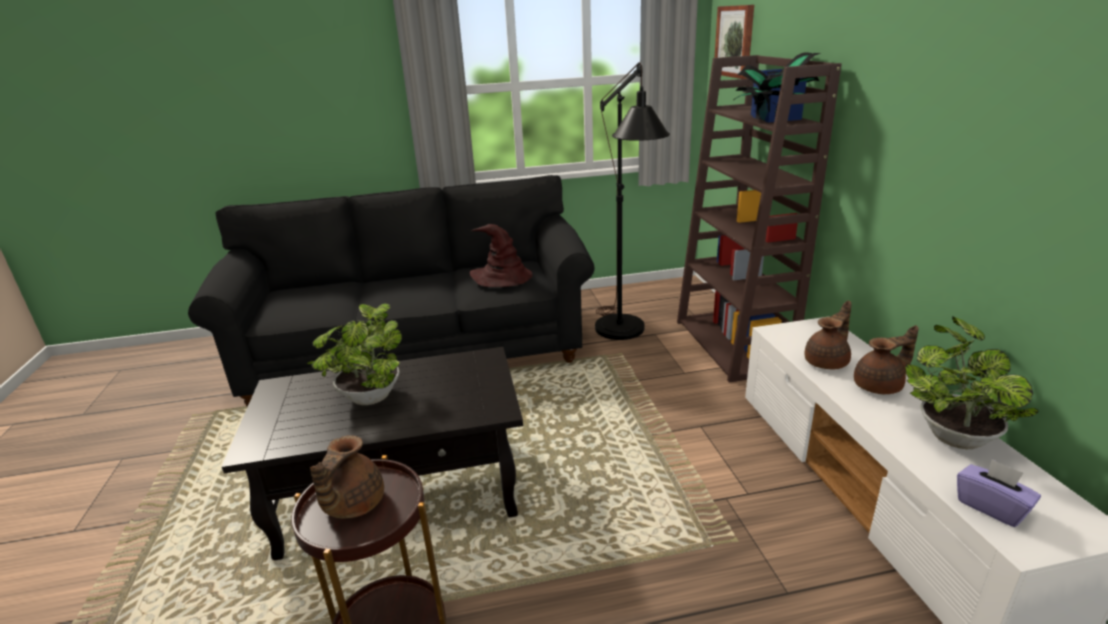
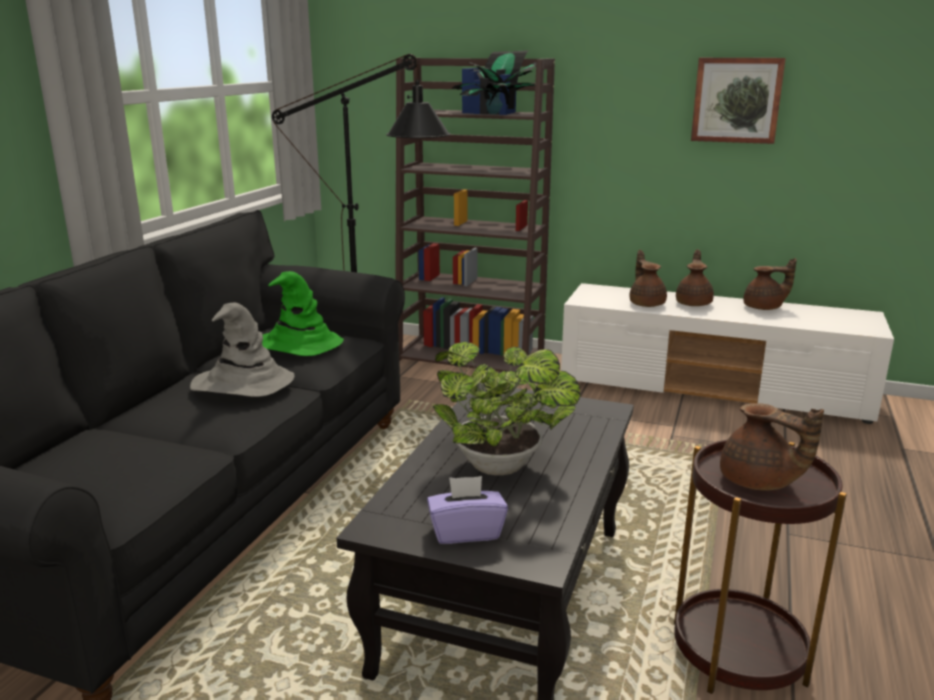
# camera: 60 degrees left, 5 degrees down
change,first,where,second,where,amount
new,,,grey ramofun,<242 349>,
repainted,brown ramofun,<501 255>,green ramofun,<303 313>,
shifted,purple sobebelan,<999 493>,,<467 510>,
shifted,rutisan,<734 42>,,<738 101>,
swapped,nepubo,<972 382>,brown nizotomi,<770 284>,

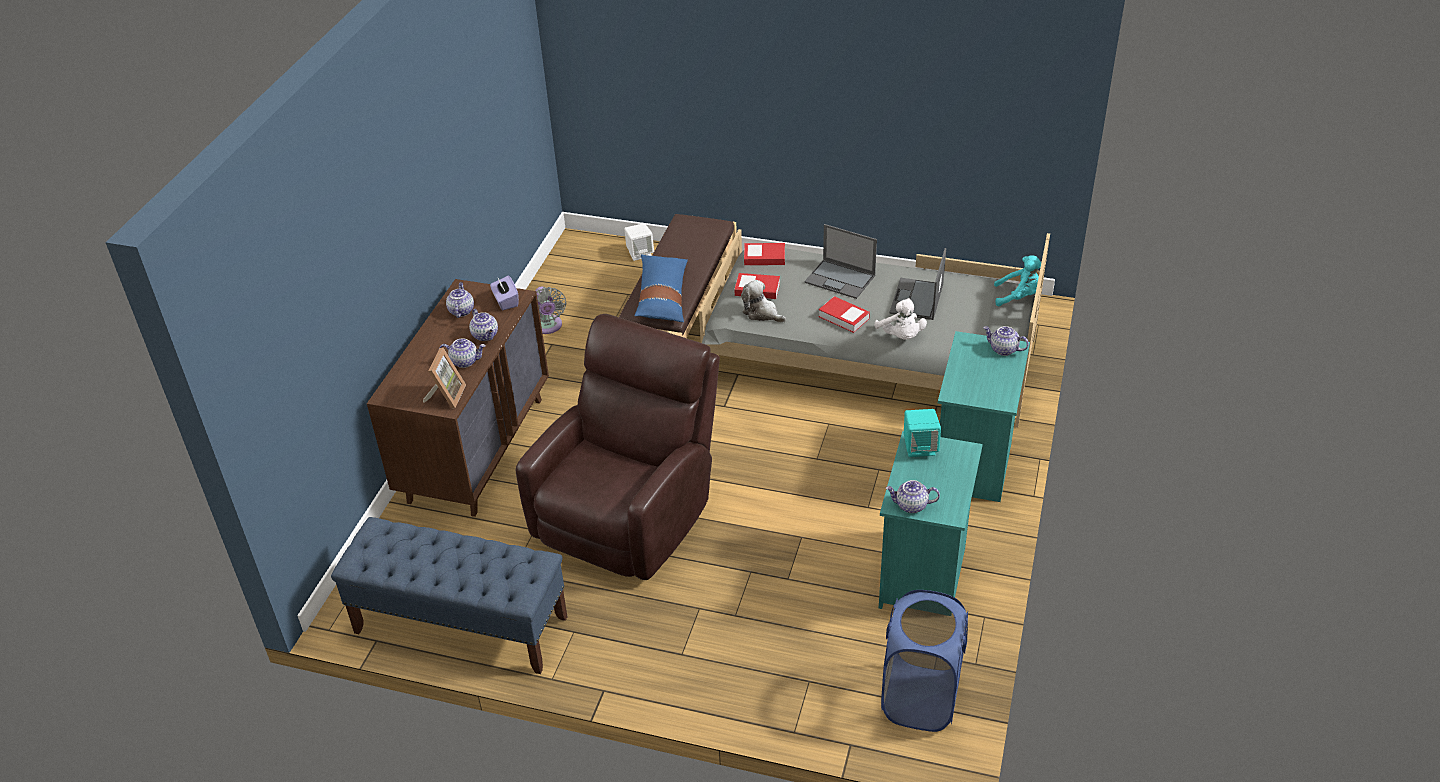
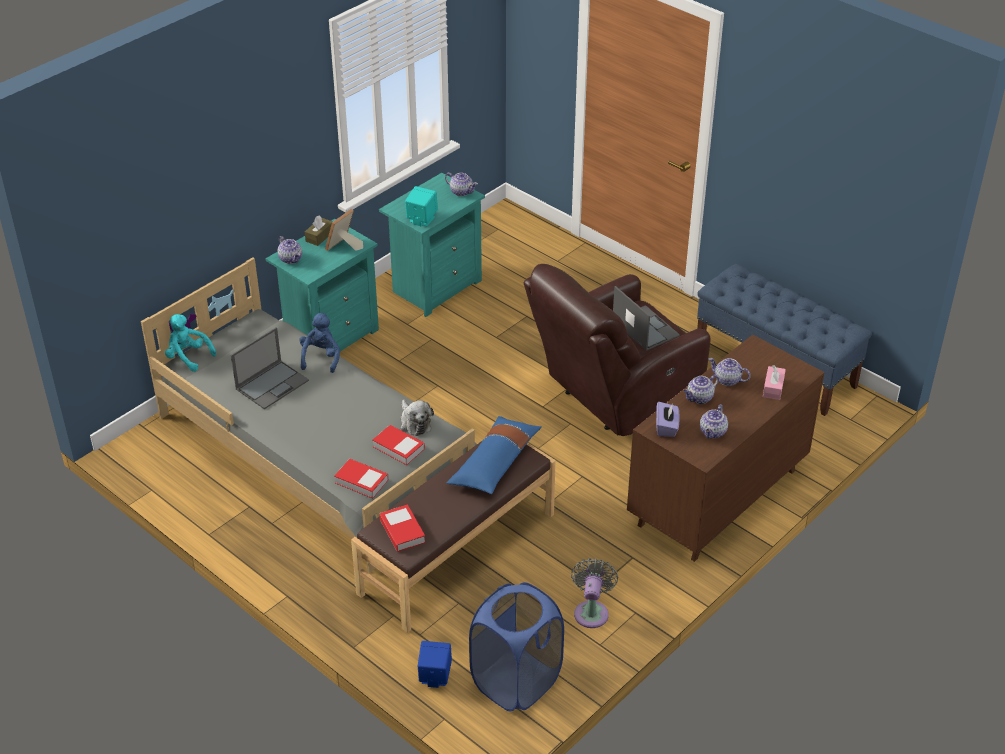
# camera: 155 degrees left, 0 degrees up
change,first,where,second,where,amount
repainted,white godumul,<900 319>,blue godumul,<319 343>,
new,,,brown sobebelan,<319 231>,
shifted,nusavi,<444 378>,,<344 230>,
shifted,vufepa,<844 314>,,<402 528>,
repainted,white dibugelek,<639 242>,blue dibugelek,<435 664>,
shifted,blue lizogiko,<924 661>,,<516 646>,
shifted,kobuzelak,<840 261>,,<646 318>,
rotated,nizotomi,<483 325>,,<701 389>,120 degrees counterclockwise
new,,,pink sobebelan,<774 382>,

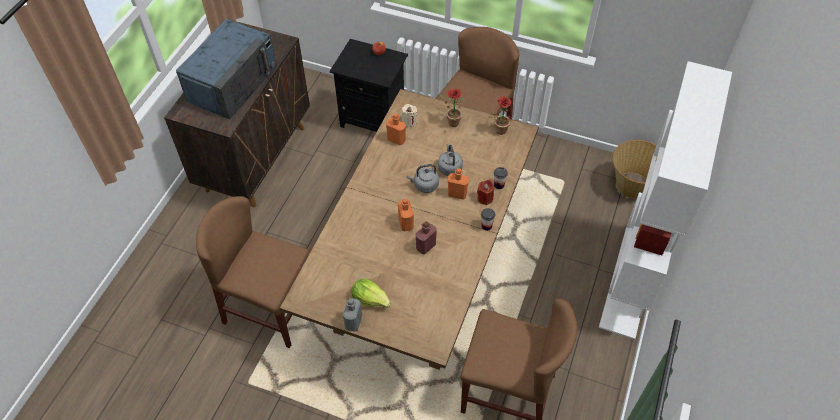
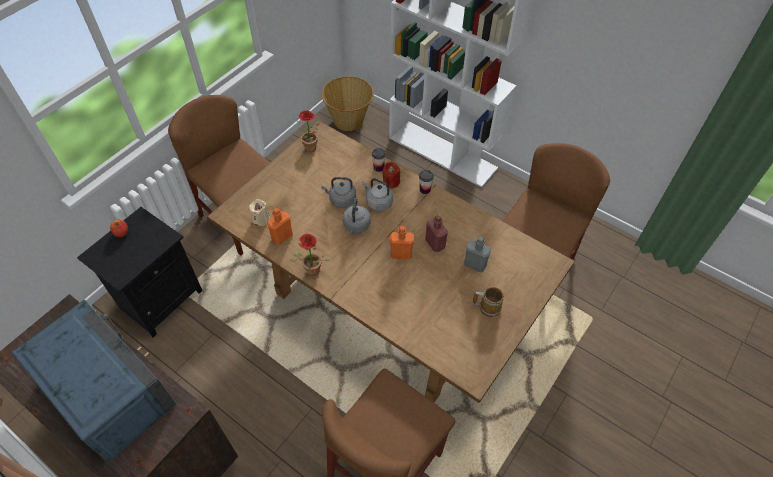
# camera: 75 degrees left, 0 degrees up
change,first,where,second,where,amount
shifted,nepubo,<452 108>,,<310 255>,
swapped,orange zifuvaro,<458 184>,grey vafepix,<377 194>,
shifted,grey zifuvaro,<352 315>,,<477 255>,
swapped,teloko,<371 293>,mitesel,<488 302>,

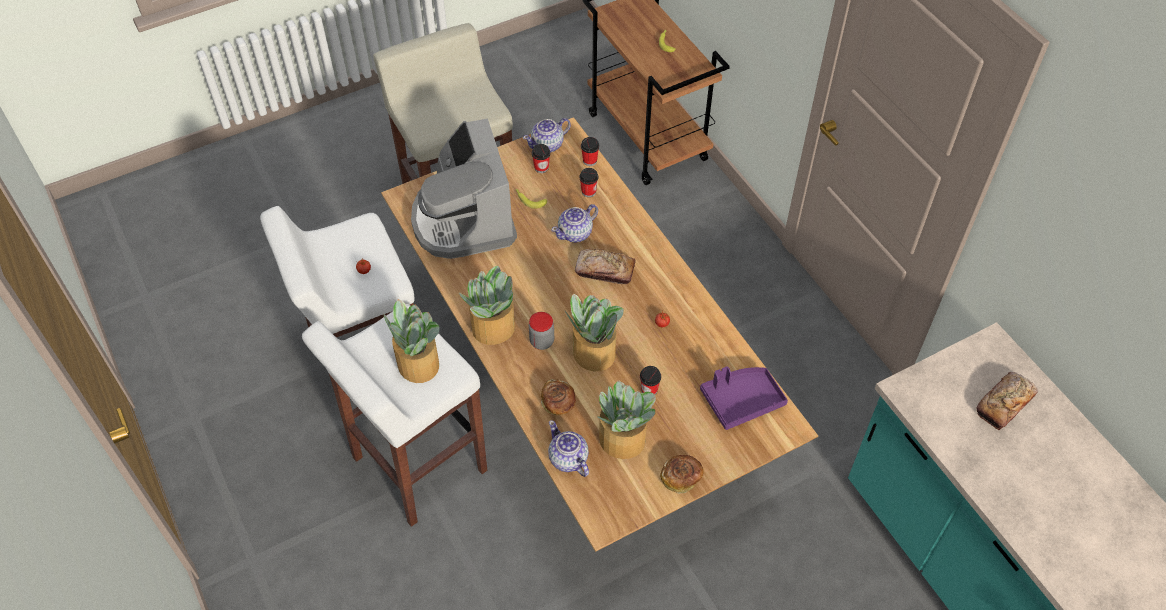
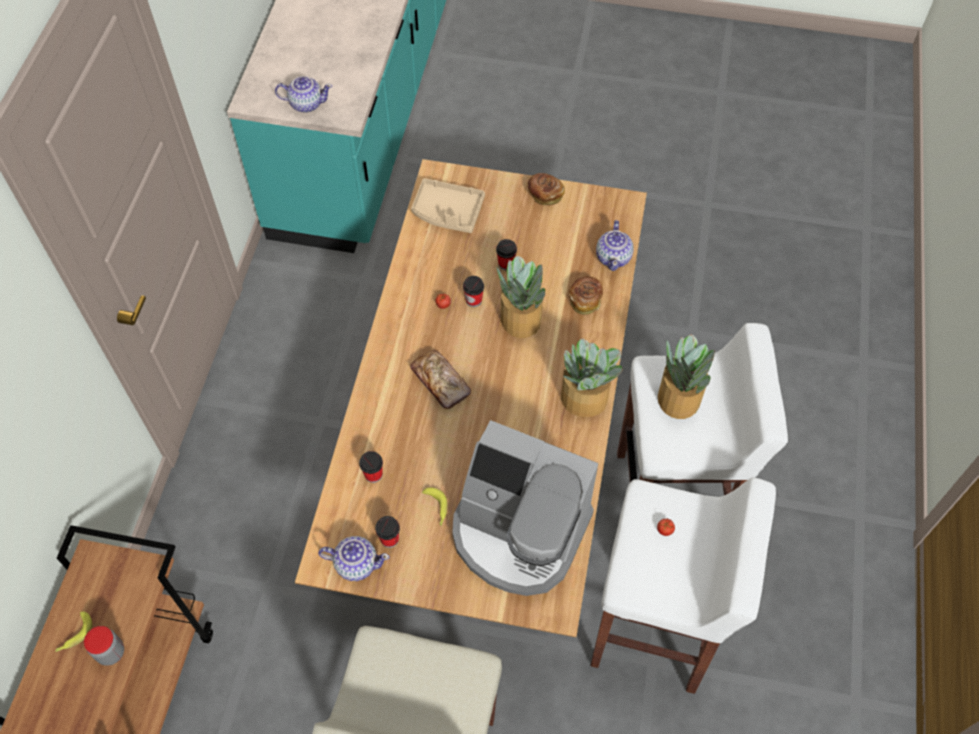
# camera: 140 degrees left, 5 degrees up
change,first,where,second,where,amount
shifted,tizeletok,<541 331>,,<104 646>,
shifted,nizotomi,<575 223>,,<303 94>,
repainted,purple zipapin,<744 398>,beige zipapin,<448 205>,
rotated,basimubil,<464 189>,,<525 508>,90 degrees clockwise
shifted,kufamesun,<590 151>,,<473 291>,
gone,nepubo,<626 419>,,,
gone,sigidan,<1007 401>,,,

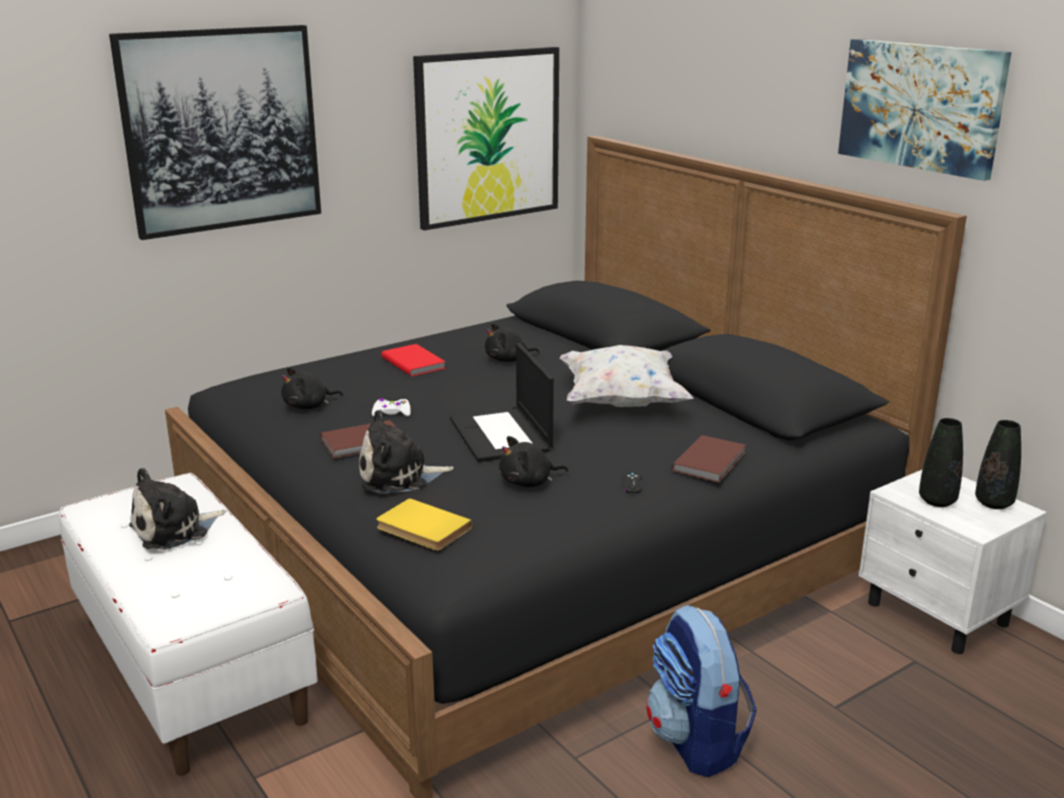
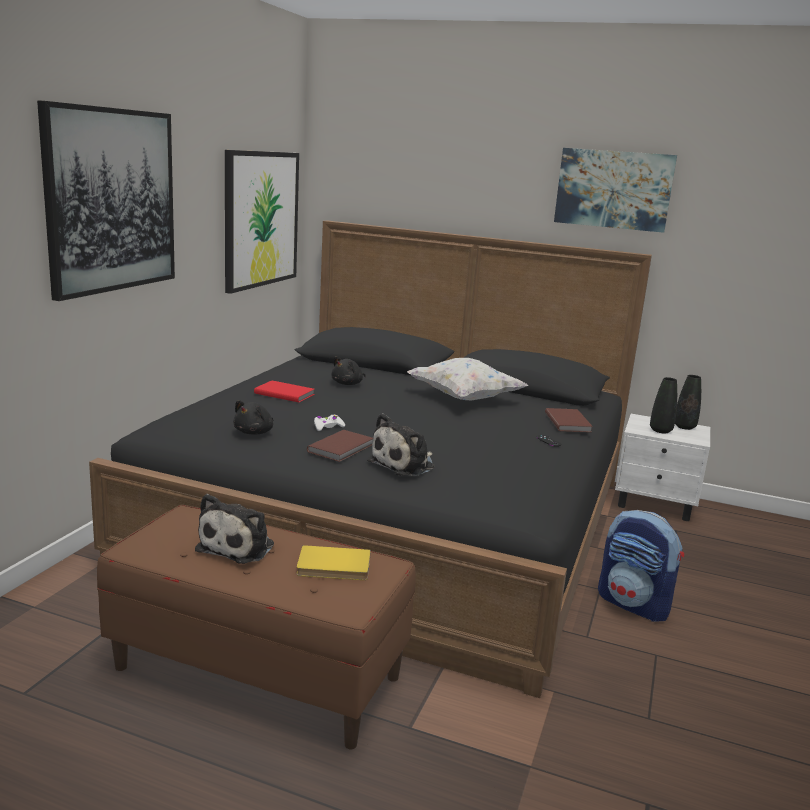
# camera: 35 degrees left, 5 degrees down
change,first,where,second,where,amount
repainted,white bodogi,<188 624>,brown bodogi,<256 627>,
shifted,yellow vufepa,<424 524>,,<334 562>,
gone,kobuzelak,<502 402>,,,
gone,black godumul,<533 461>,,,

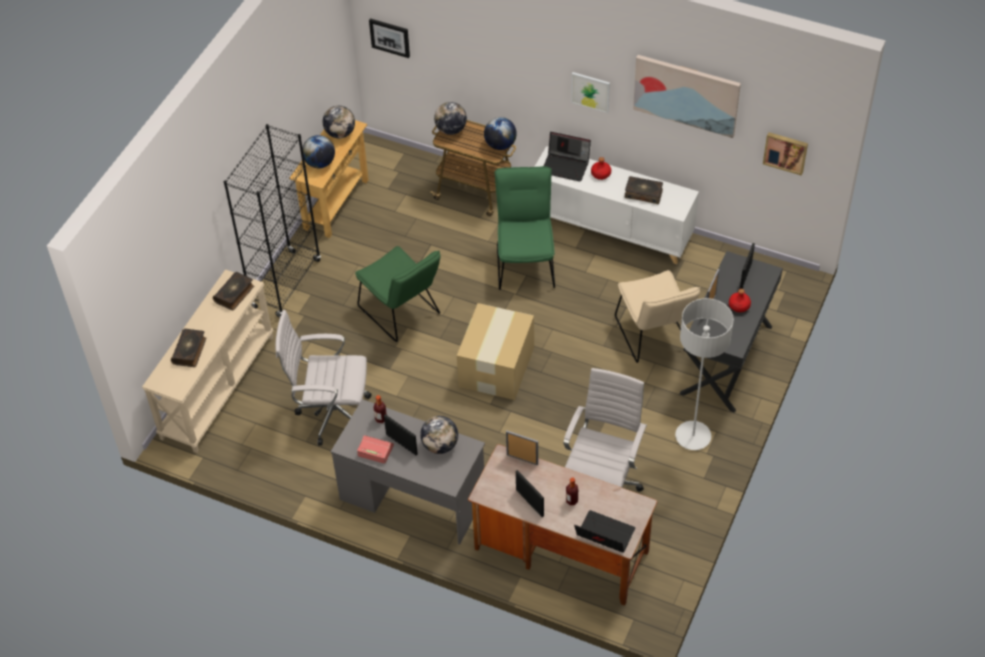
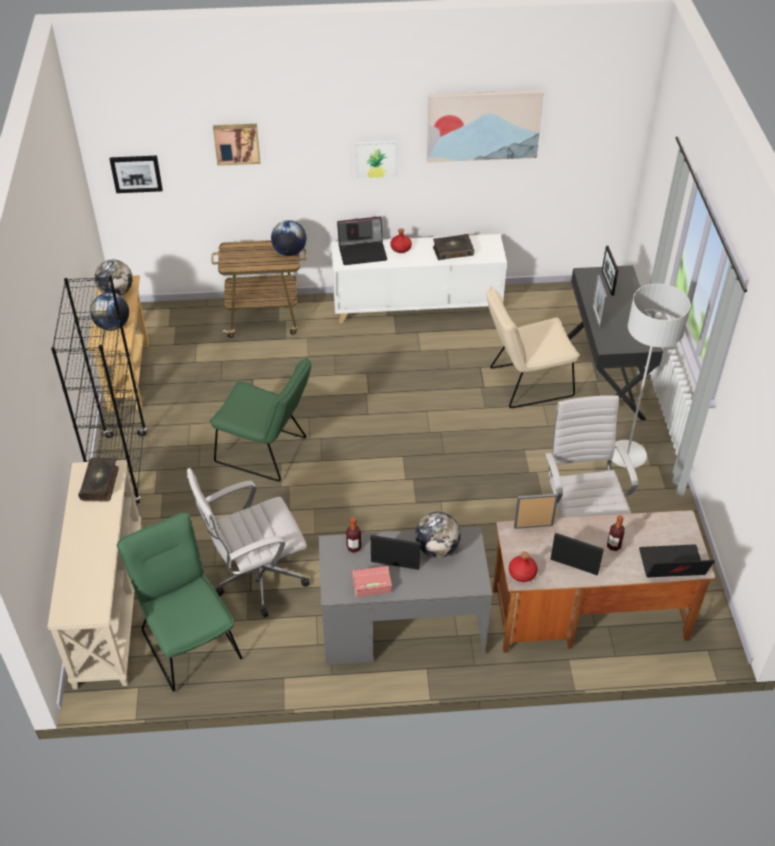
# camera: 30 degrees left, 5 degrees down
change,first,where,second,where,amount
shifted,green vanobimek,<525 228>,,<179 602>,
shifted,rutisan,<785 154>,,<236 145>,
rotated,beige vanobimek,<658 316>,,<533 347>,120 degrees clockwise
shifted,red zifuvaro,<740 300>,,<523 567>,
gone,vufepa,<188 348>,,,
gone,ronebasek,<450 118>,,,
gone,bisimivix,<495 351>,,,

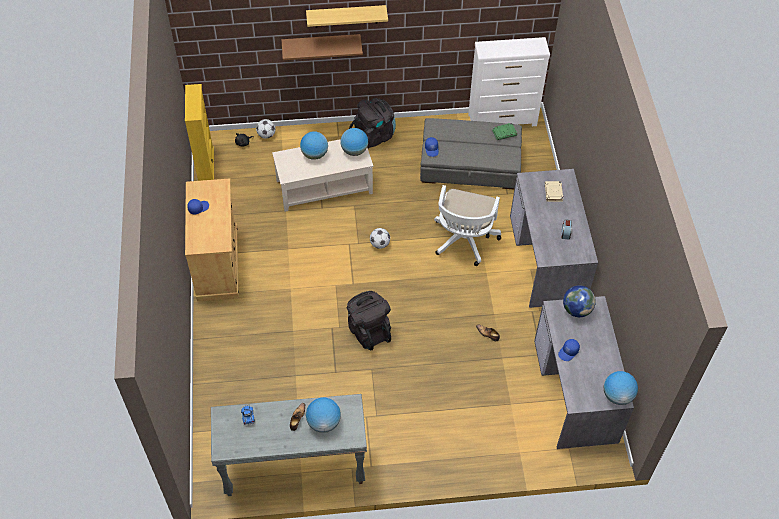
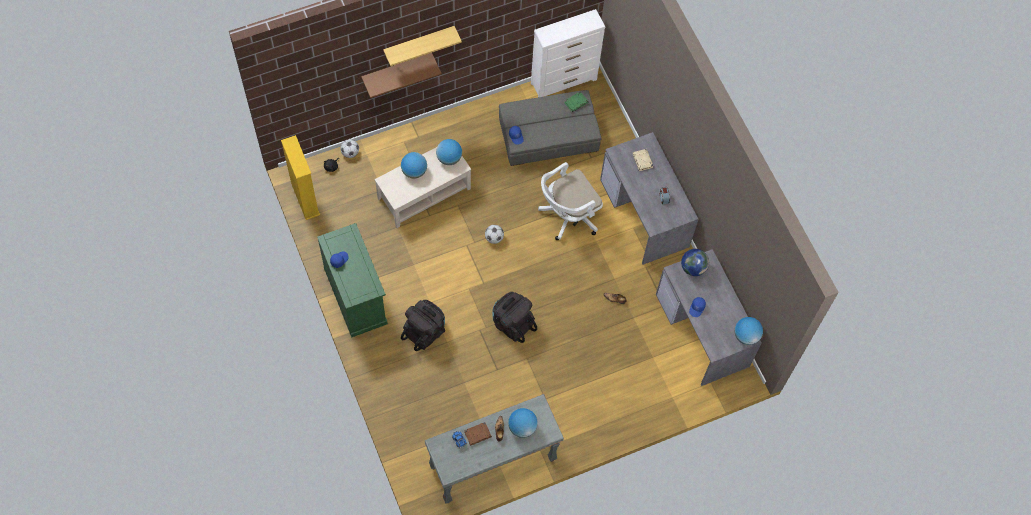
# camera: 20 degrees left, 10 degrees up
change,first,where,second,where,amount
repainted,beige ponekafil,<212 239>,green ponekafil,<352 280>,
shifted,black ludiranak,<372 123>,,<423 325>,
new,,,brown vufepa,<478 434>,
rotated,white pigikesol,<467 225>,,<570 201>,60 degrees clockwise

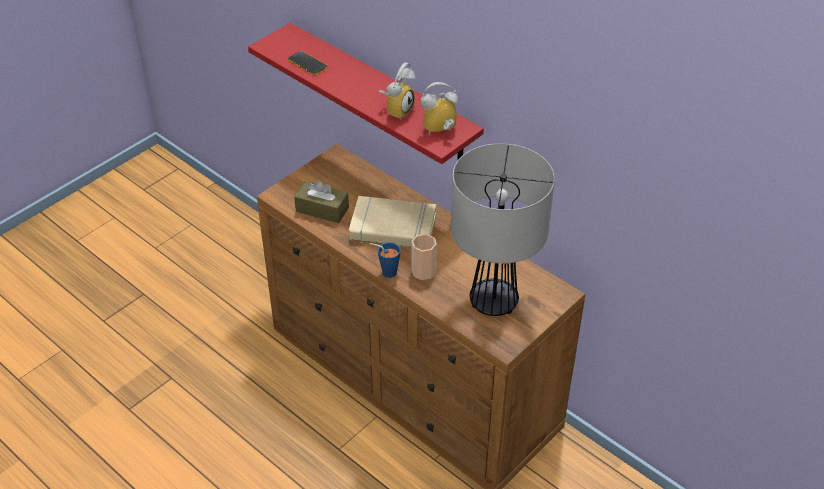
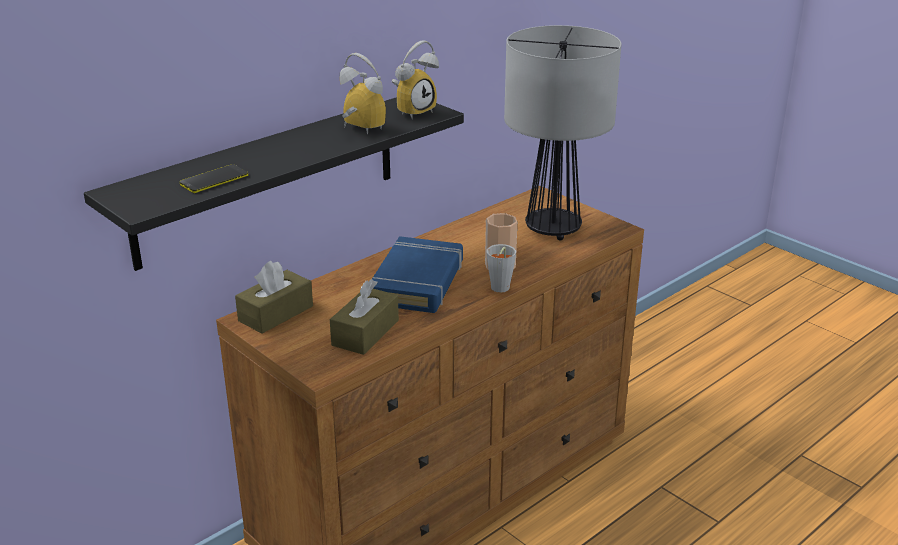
# camera: 85 degrees left, 15 degrees down
change,first,where,second,where,amount
repainted,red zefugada,<366 93>,black zefugada,<274 184>,
new,,,brown sobebelan,<274 297>,
repainted,beige vufepa,<392 221>,blue vufepa,<417 274>,
rotated,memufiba,<439 108>,,<415 79>,120 degrees counterclockwise
repainted,blue kufamesun,<385 260>,grey kufamesun,<501 268>,

